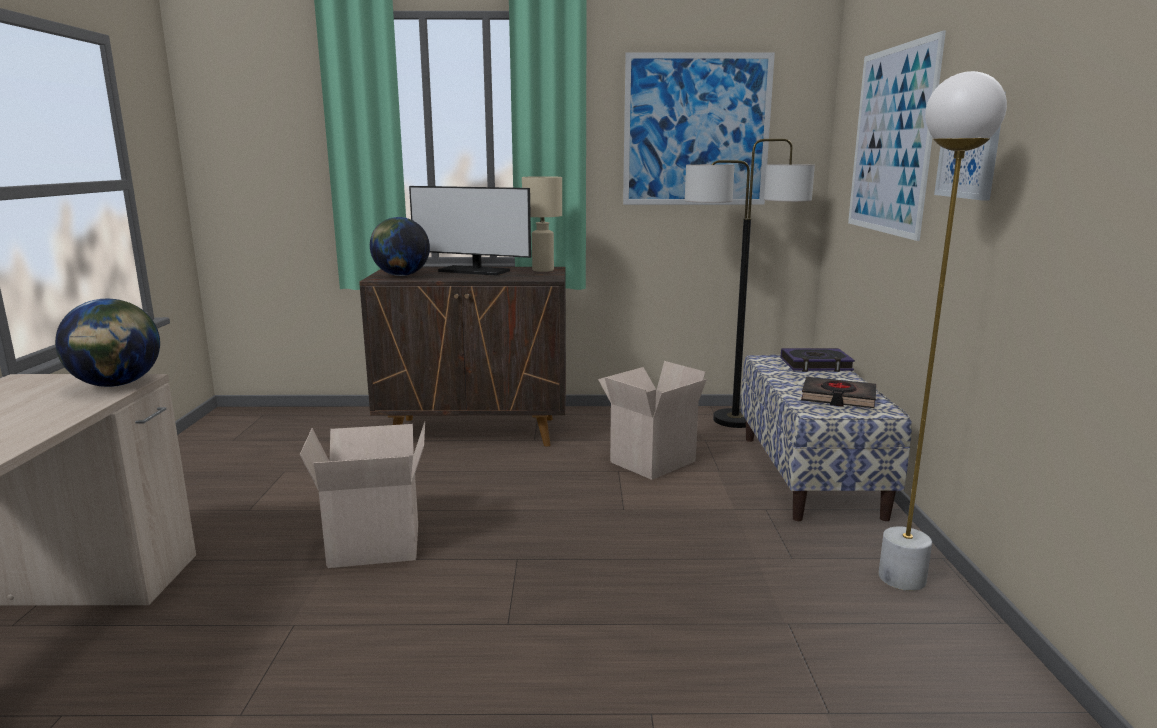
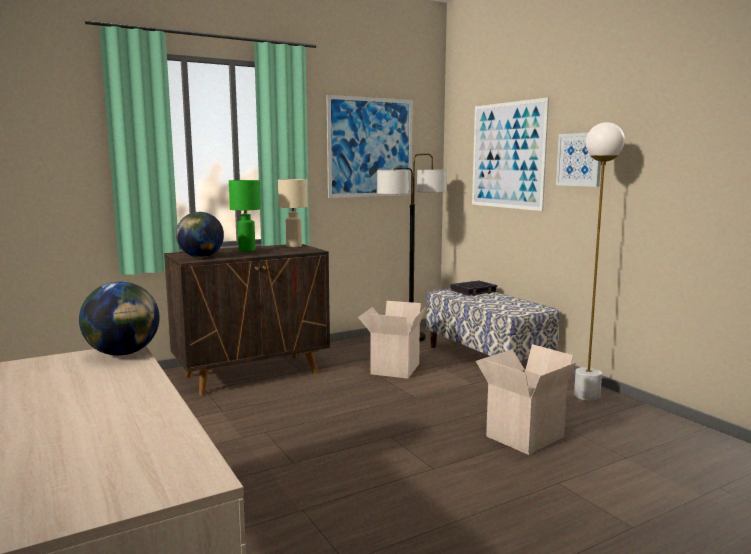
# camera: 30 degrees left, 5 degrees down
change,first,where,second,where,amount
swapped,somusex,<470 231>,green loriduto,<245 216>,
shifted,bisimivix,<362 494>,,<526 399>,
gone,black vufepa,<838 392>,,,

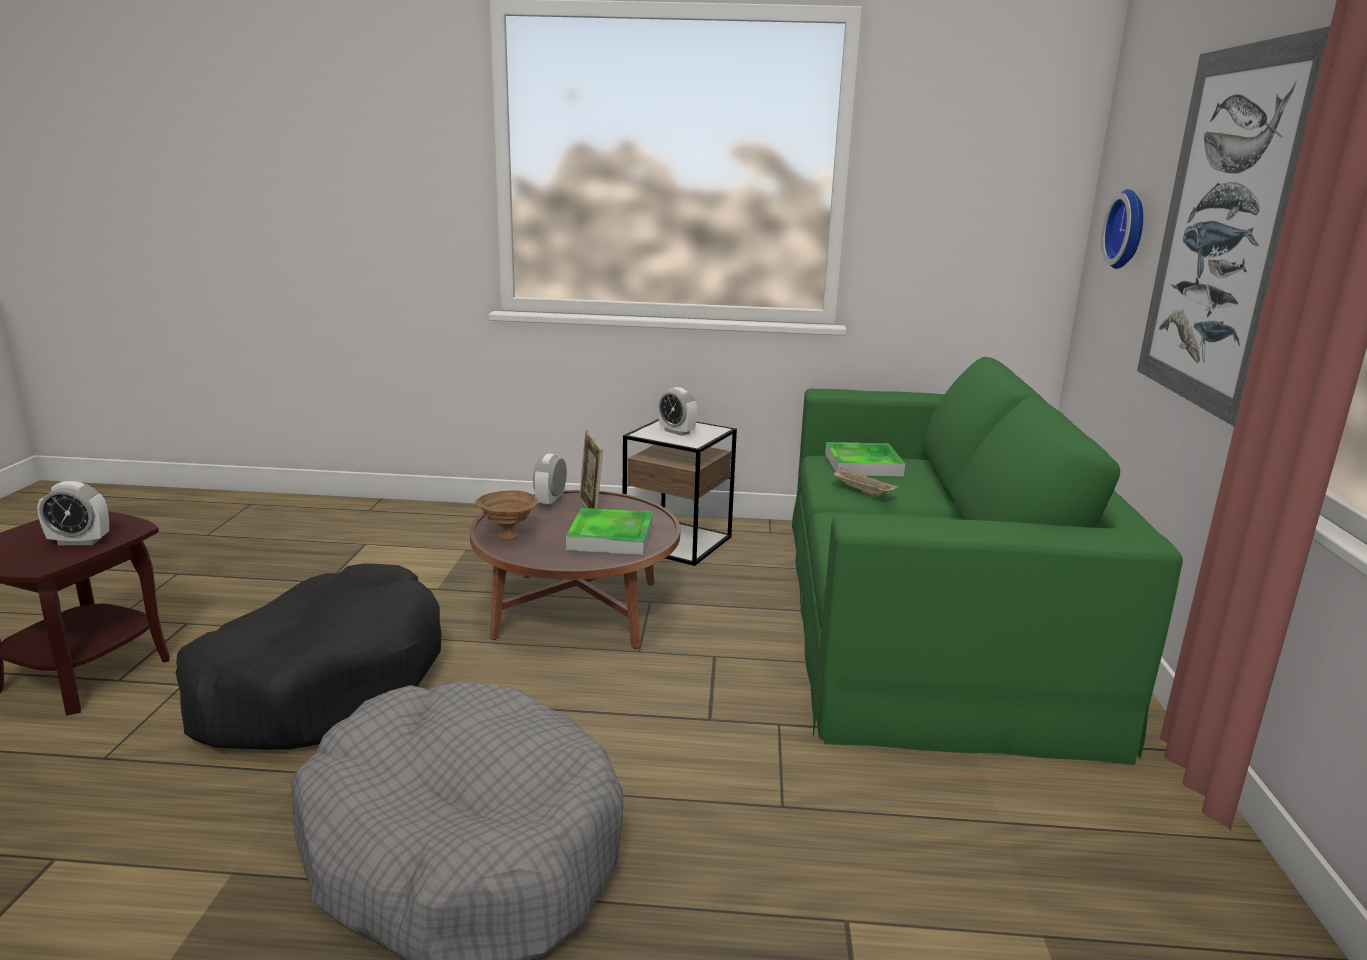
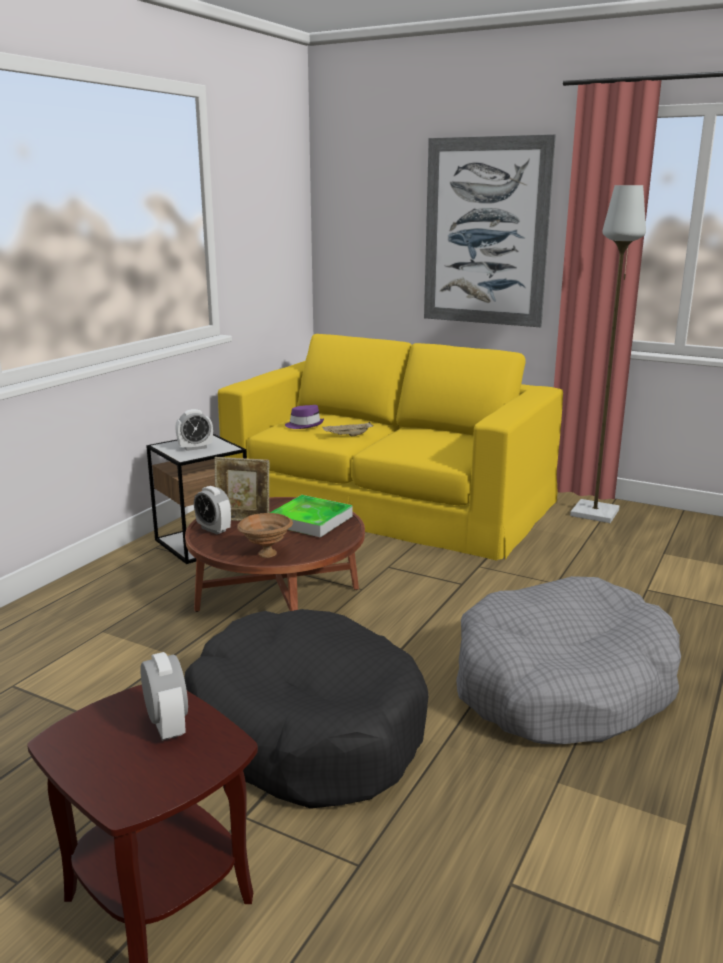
# camera: 65 degrees left, 0 degrees up
change,first,where,second,where,amount
rotated,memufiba,<73 513>,,<164 696>,45 degrees counterclockwise
repainted,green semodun,<987 561>,yellow semodun,<390 447>,
swapped,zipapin,<865 459>,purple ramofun,<304 417>,
new,,,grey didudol,<608 354>,
gone,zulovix,<1122 229>,,,

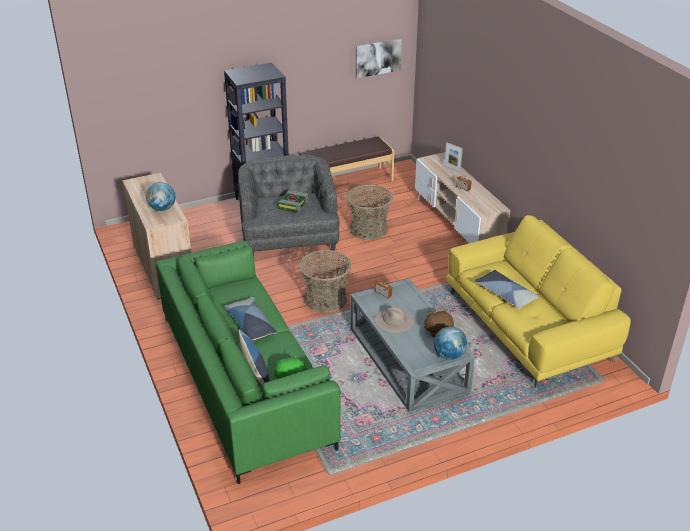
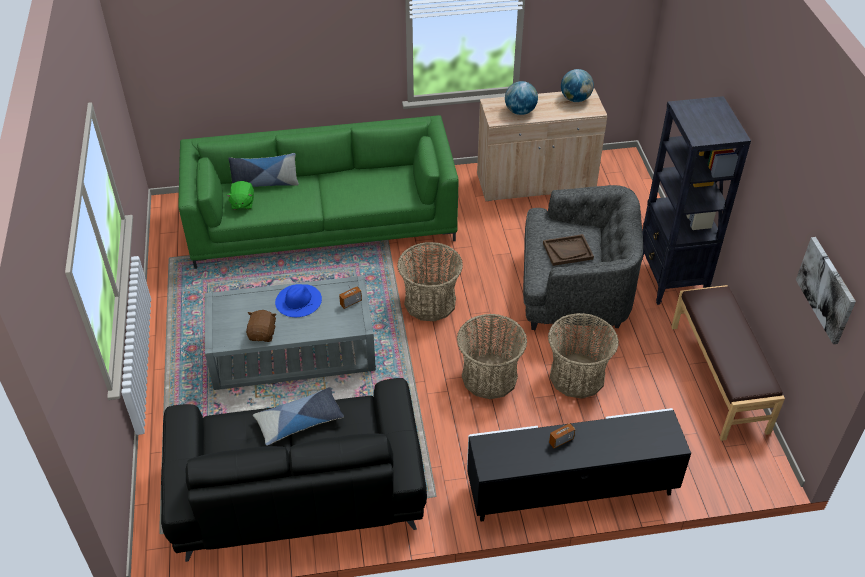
# camera: 105 degrees right, 10 degrees up
change,first,where,second,where,amount
repainted,yellow semodun,<538 301>,black semodun,<294 470>,
repainted,beige ramofun,<394 320>,blue ramofun,<298 300>,
new,,,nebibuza,<492 356>,
repainted,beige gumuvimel,<462 197>,black gumuvimel,<579 465>,
swapped,vufepa,<292 201>,brown zipapin,<568 250>,
shifted,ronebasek,<450 343>,,<577 85>,
gone,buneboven,<250 318>,,,
gone,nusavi,<453 157>,,,

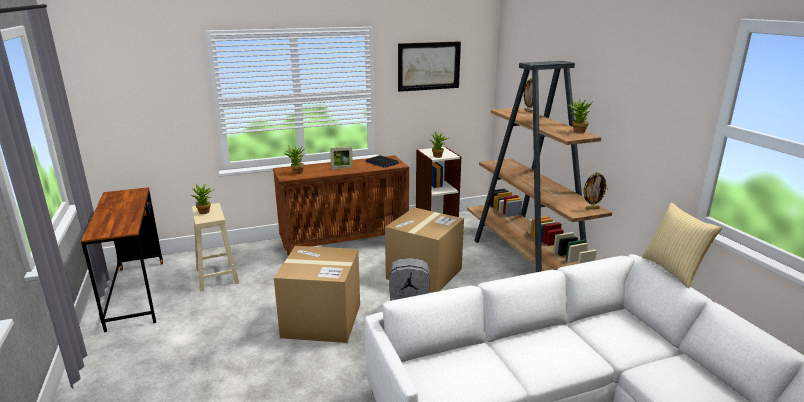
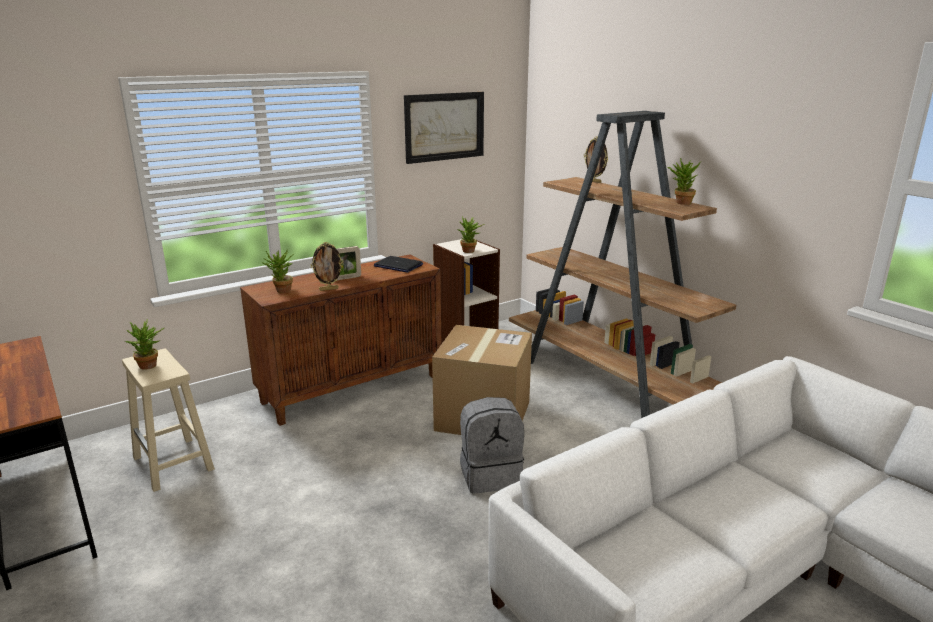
# camera: 15 degrees left, 0 degrees up
change,first,where,second,where,amount
shifted,nusavi,<595 191>,,<327 266>,
gone,bisimivix,<317 294>,,,
gone,buneboven,<682 245>,,,

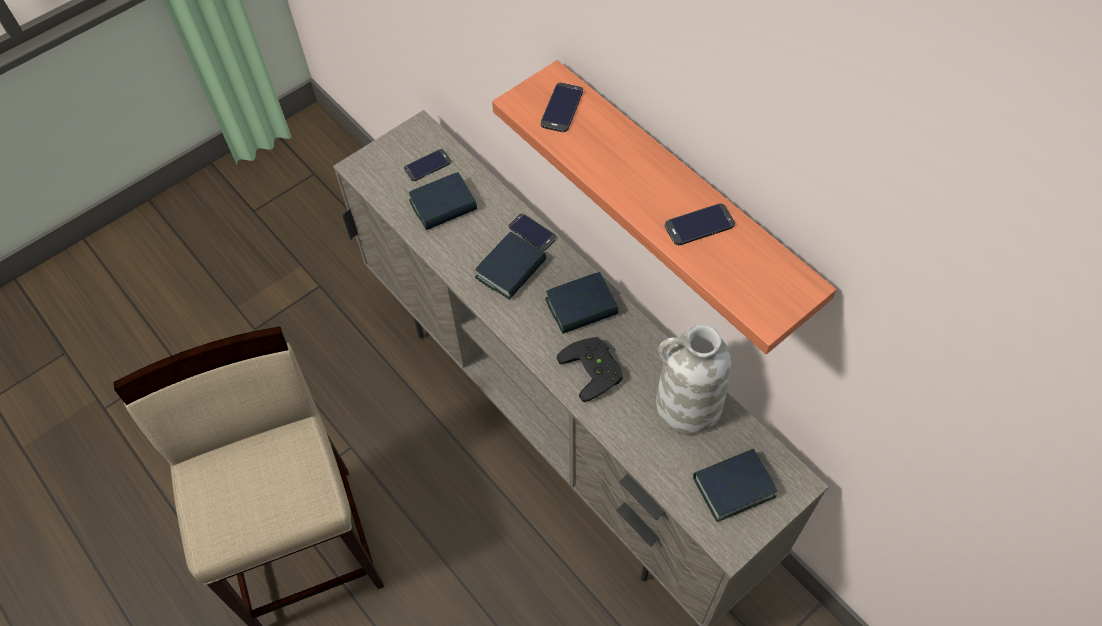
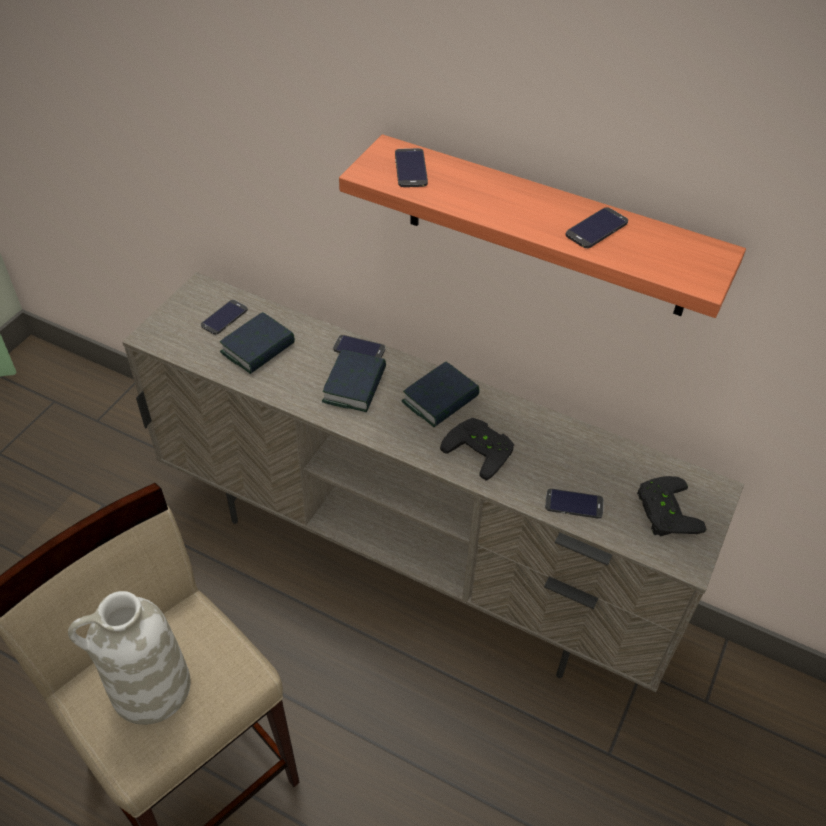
# camera: 25 degrees left, 10 degrees down
change,first,where,second,where,amount
shifted,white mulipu,<693 380>,,<129 658>,
new,,,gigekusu,<574 503>,
swapped,vufepa,<735 485>,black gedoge,<671 506>,

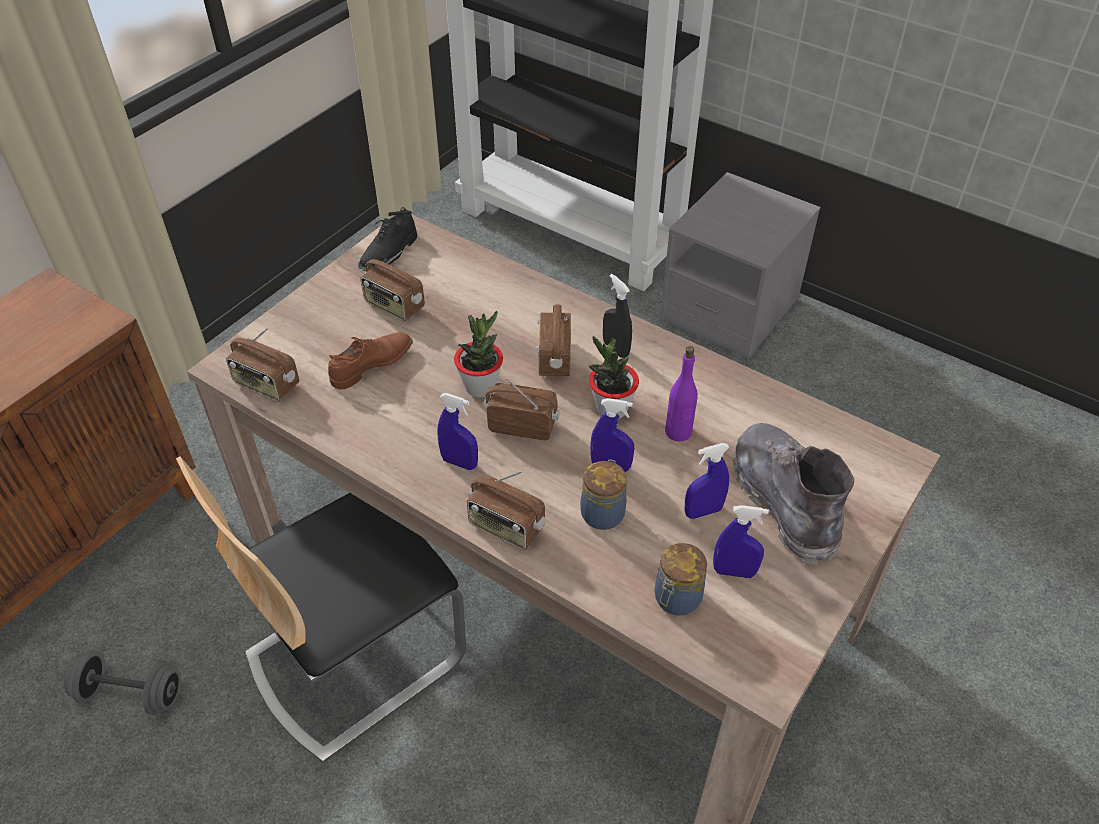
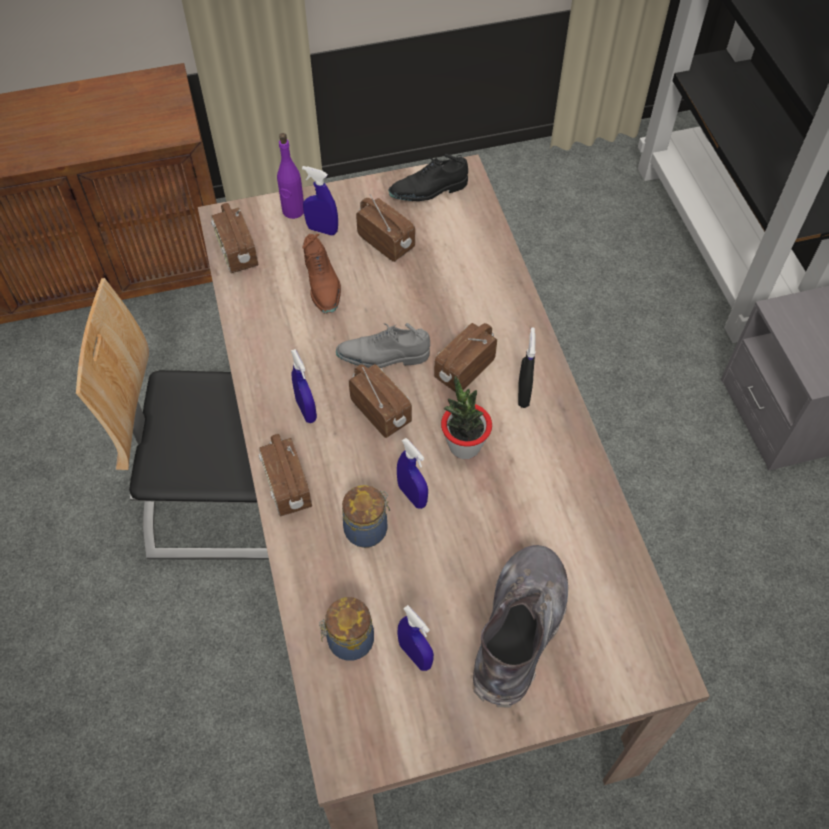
# camera: 40 degrees right, 10 degrees up
change,first,where,second,where,amount
shifted,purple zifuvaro,<681 393>,,<290 176>,
shifted,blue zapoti,<707 481>,,<320 201>,
rotated,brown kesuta,<370 361>,,<321 273>,75 degrees clockwise
swapped,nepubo,<478 354>,grey kesuta,<383 345>,
rotated,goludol,<393 286>,,<385 228>,150 degrees clockwise
gone,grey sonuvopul,<122 682>,,,

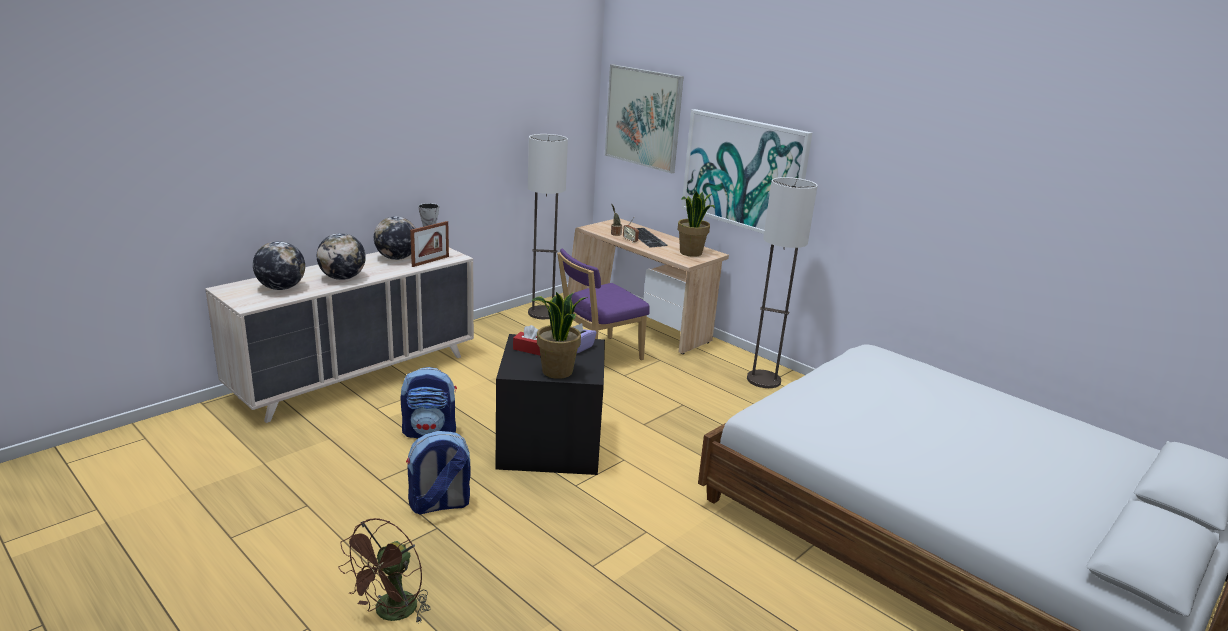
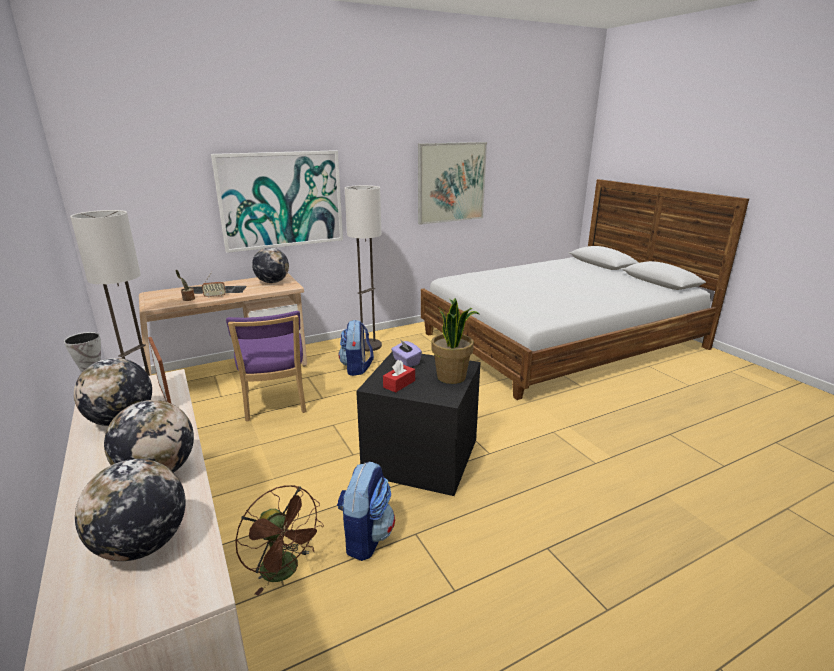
# camera: 70 degrees left, 0 degrees up
change,first,where,second,where,amount
shifted,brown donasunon,<384 570>,,<279 540>,
swapped,nepubo,<696 224>,ronebasek,<270 265>,
shifted,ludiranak,<438 473>,,<356 348>,
shifted,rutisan,<644 118>,,<452 183>,

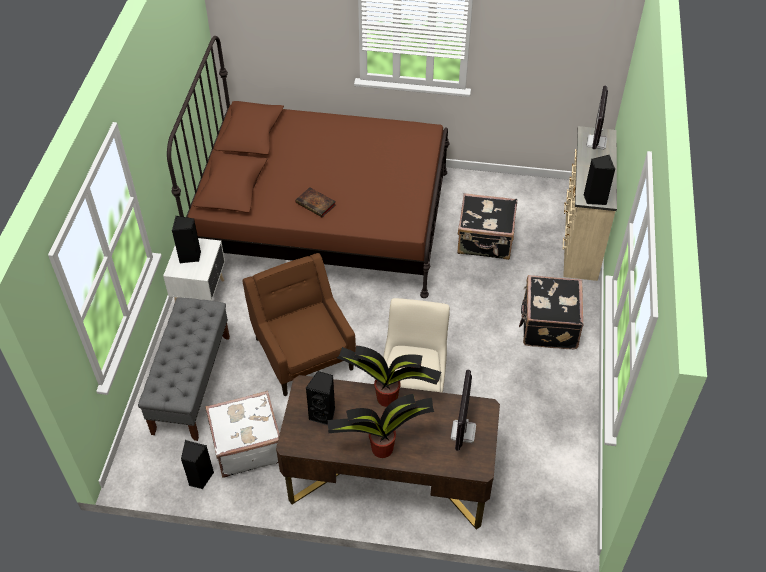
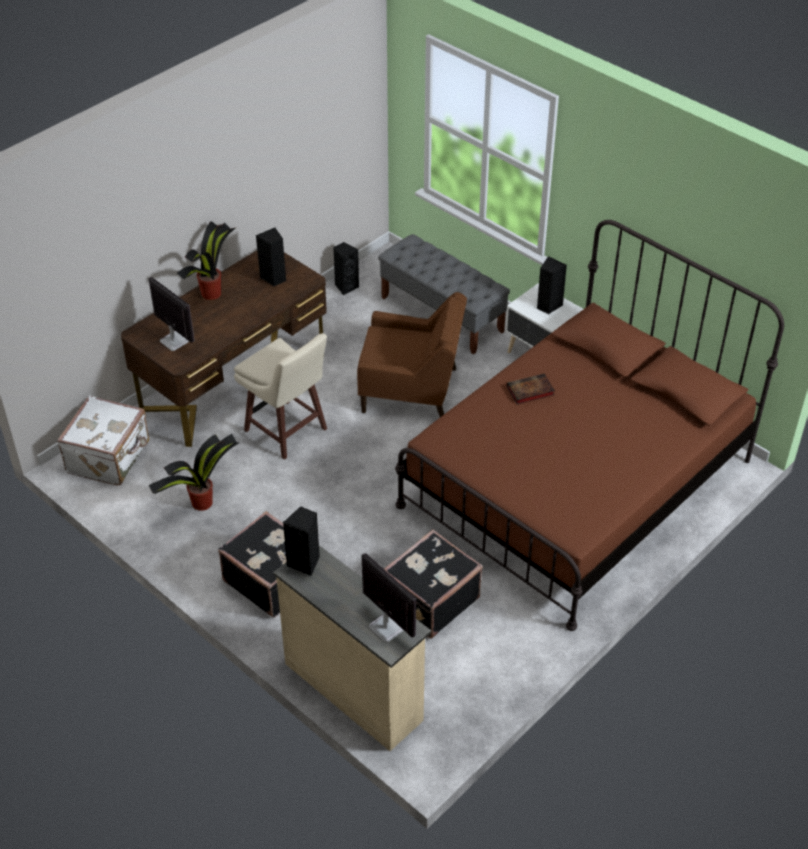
# camera: 125 degrees right, 5 degrees down
change,first,where,second,where,amount
shifted,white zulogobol,<242 434>,,<103 441>,
shifted,nepubo,<389 376>,,<194 472>,

